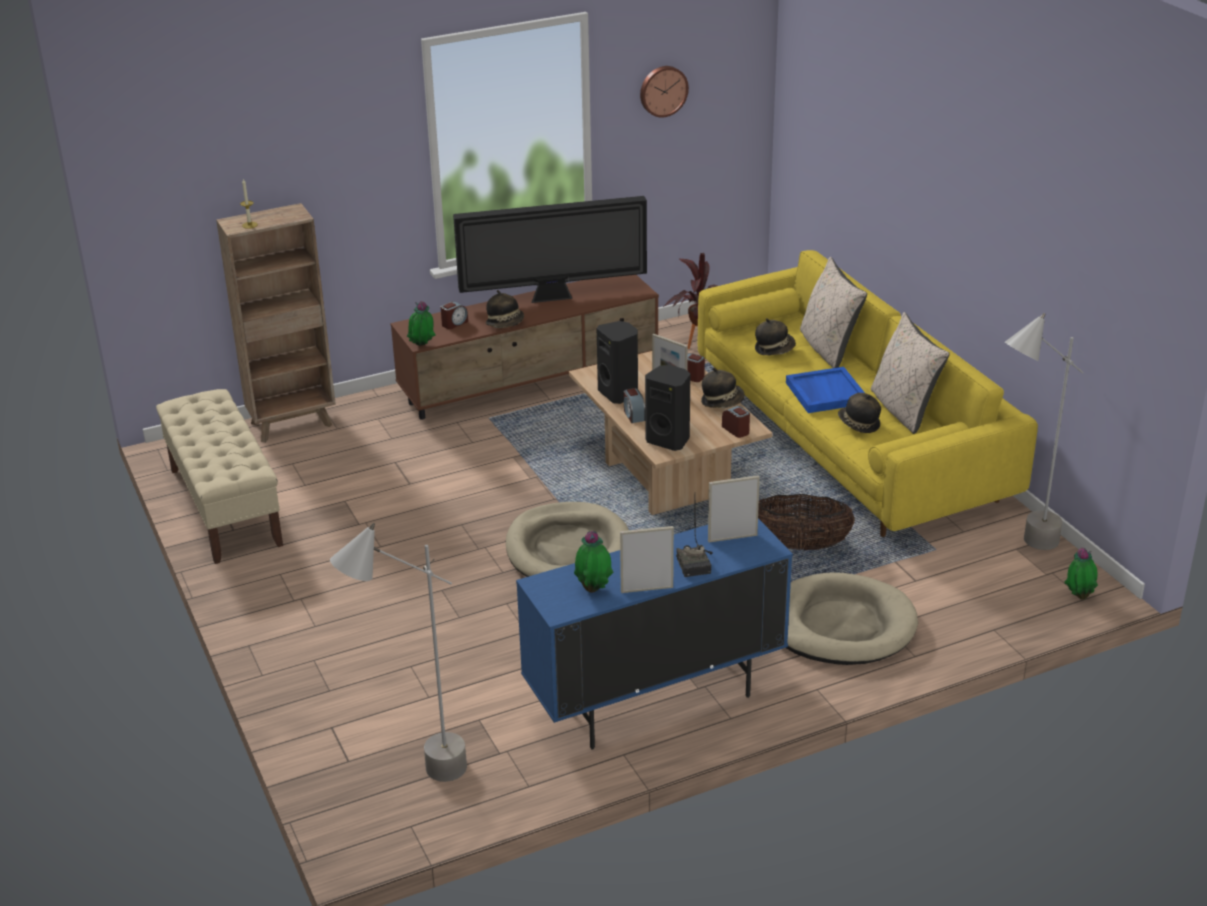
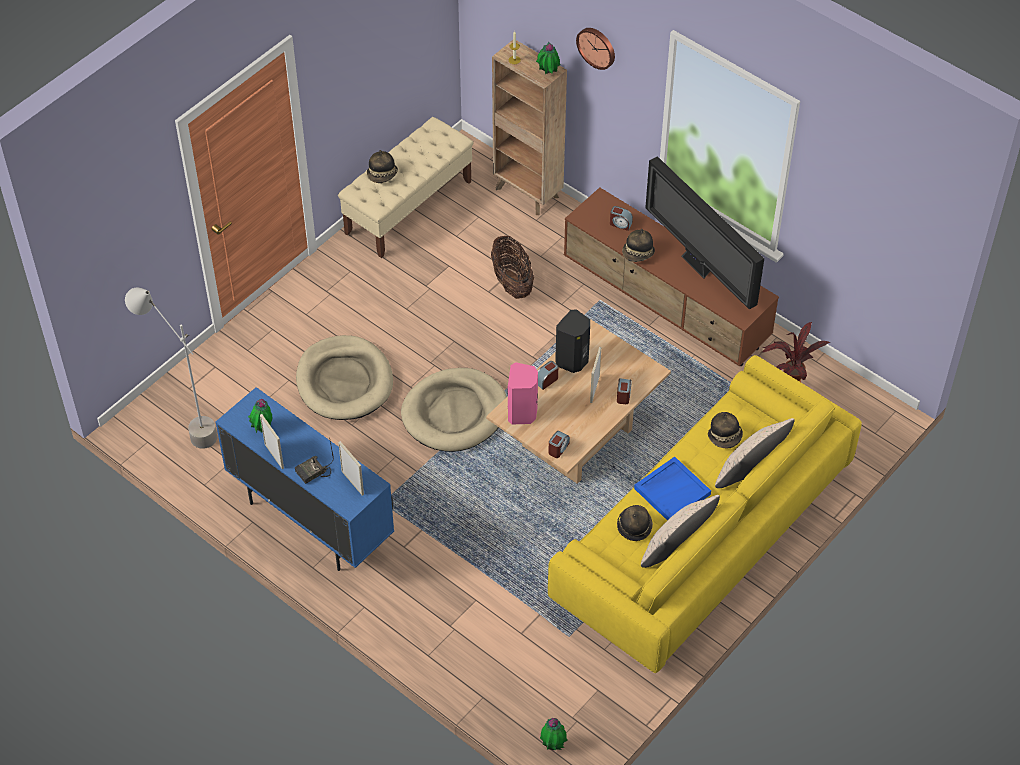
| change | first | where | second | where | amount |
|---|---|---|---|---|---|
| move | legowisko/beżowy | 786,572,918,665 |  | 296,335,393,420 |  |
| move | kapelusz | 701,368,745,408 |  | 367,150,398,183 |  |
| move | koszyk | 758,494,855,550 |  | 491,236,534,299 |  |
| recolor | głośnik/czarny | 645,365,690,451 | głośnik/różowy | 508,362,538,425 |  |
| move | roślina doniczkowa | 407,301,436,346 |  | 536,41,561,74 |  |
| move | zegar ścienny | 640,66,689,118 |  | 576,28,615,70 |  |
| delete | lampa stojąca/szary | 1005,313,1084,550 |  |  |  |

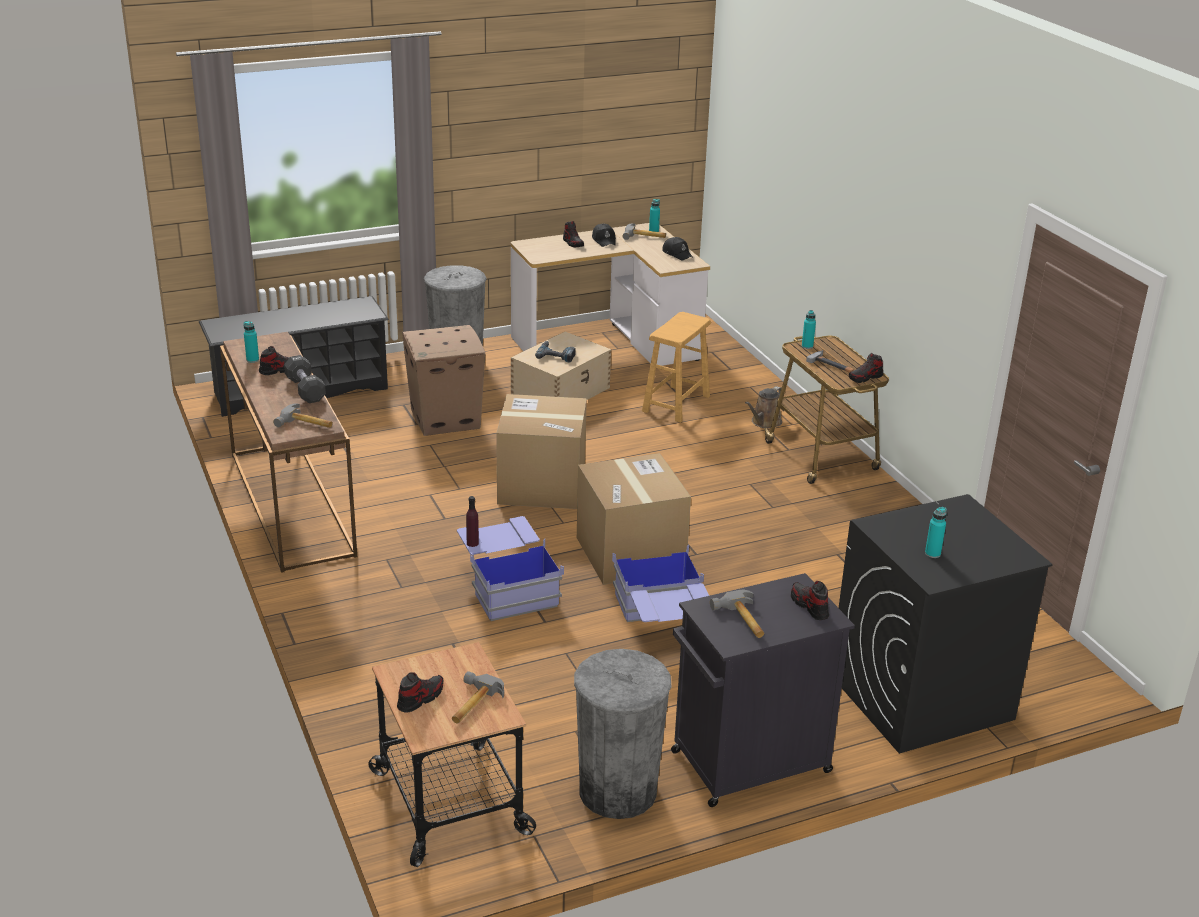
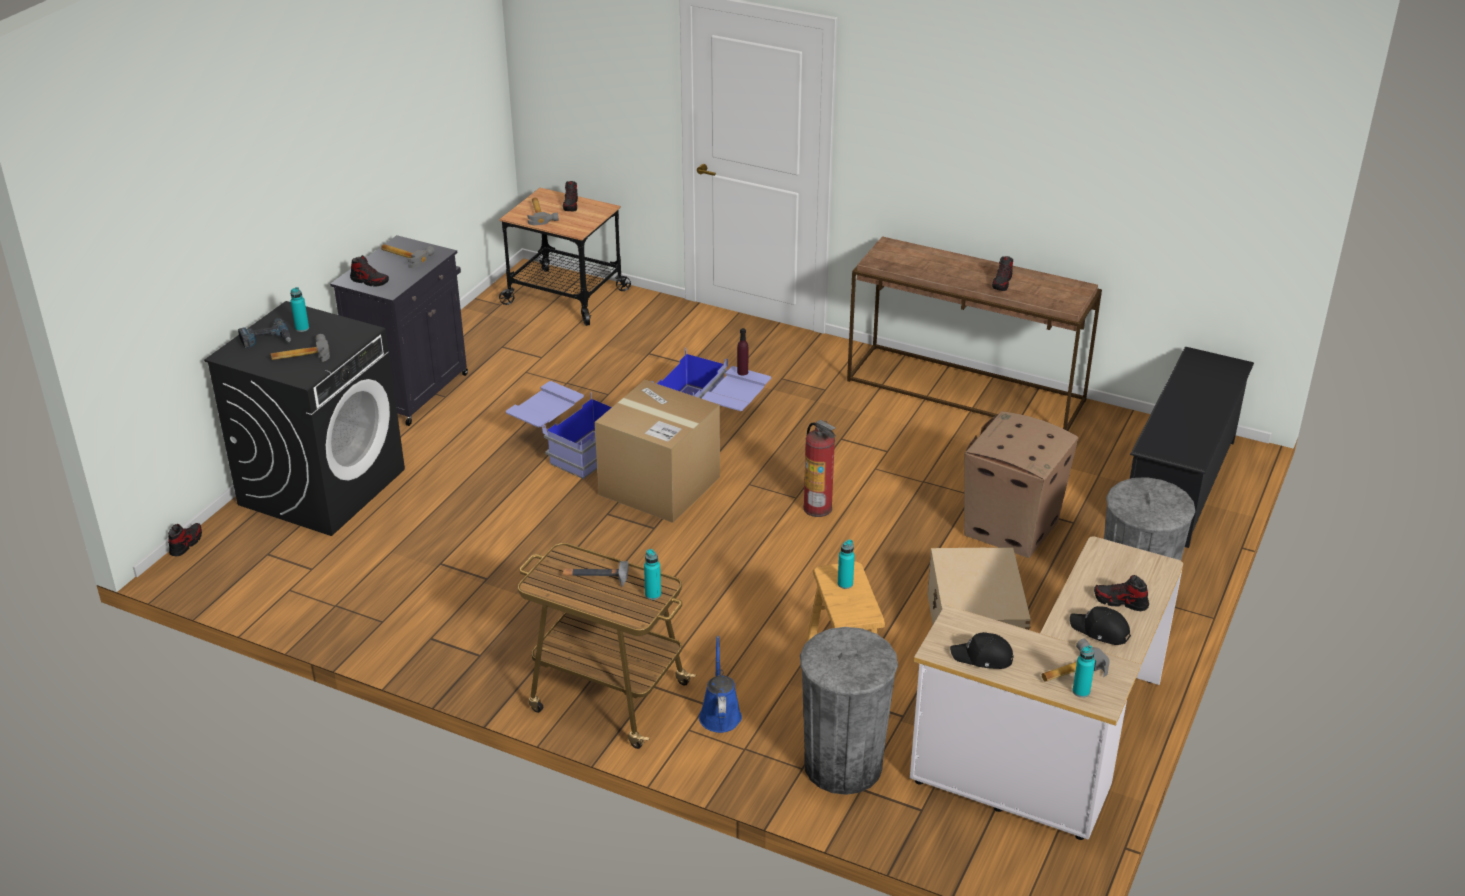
| change | first | where | second | where | amount |
|---|---|---|---|---|---|
| move | but | 849,353,883,383 |  | 168,523,202,556 |  |
| move | wiertarka | 535,341,576,362 |  | 238,318,291,348 |  |
| move | młotek | 273,403,333,428 |  | 271,334,330,362 |  |
| recolor | konewka/brązowy | 745,386,782,428 | konewka/niebieski | 699,636,742,733 |  |
| move | kosz na śmieci/szary | 574,649,671,819 |  | 800,627,898,795 |  |
| replace | karton | 496,394,587,509 | gaśnica | 803,420,836,517 |  |
| move | butelka/turkusowy | 244,321,259,363 |  | 838,540,855,589 |  |
| delete | hantel/czarny | 284,355,326,403 |  |  |  |

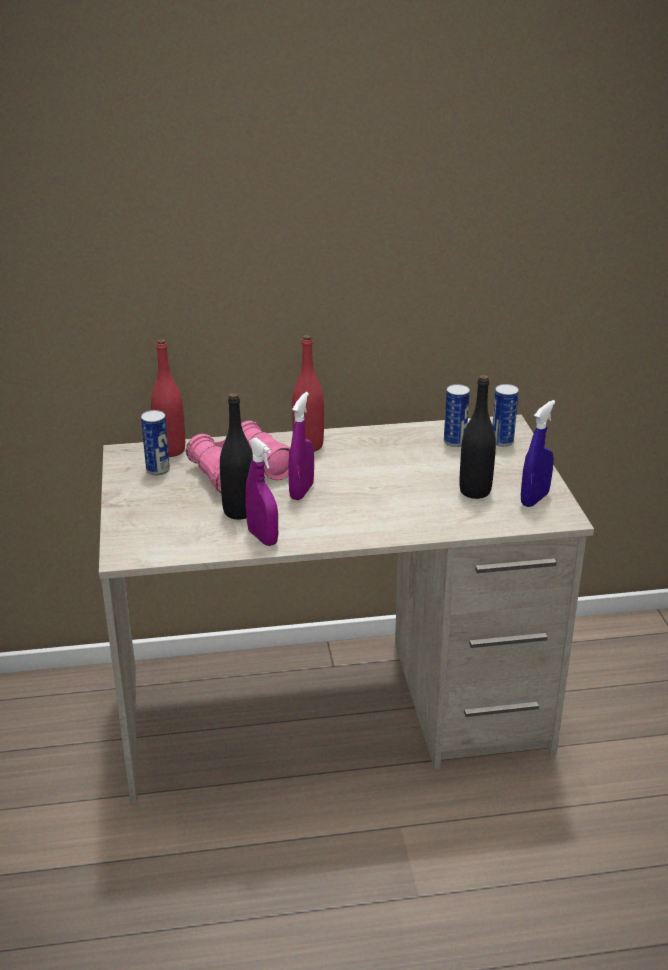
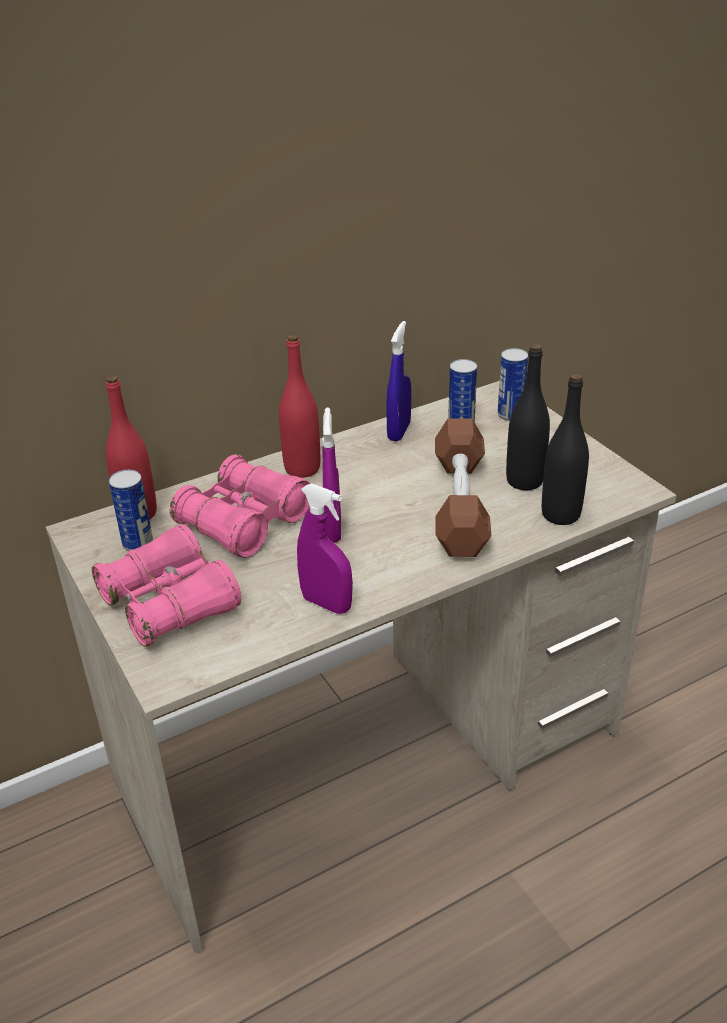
| change | first | where | second | where | amount |
|---|---|---|---|---|---|
| insert |  |  | lornetka/różowy | 92,524,241,647 |  |
| move | spryskiwacz/niebieski | 521,400,555,507 |  | 386,321,411,442 |  |
| insert |  |  | hantel/brązowy | 435,418,491,557 |  |
| move | butelka/czarny | 220,393,253,520 |  | 542,374,589,525 |  |

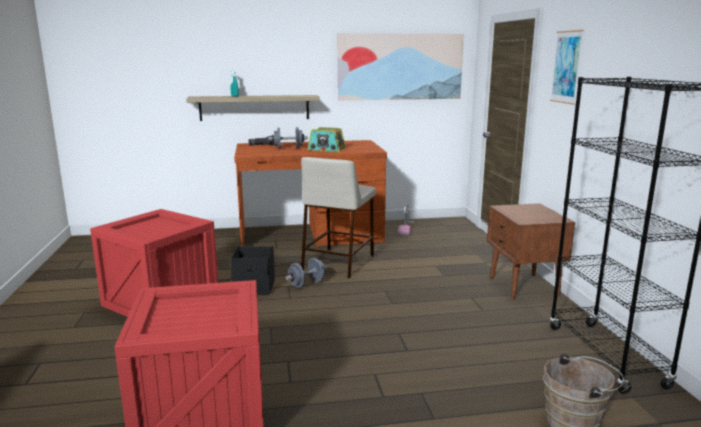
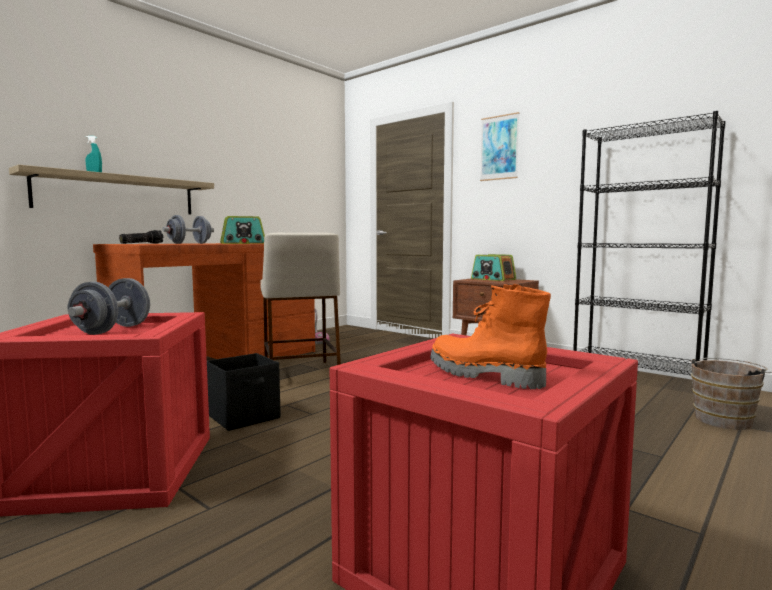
| change | first | where | second | where | amount |
|---|---|---|---|---|---|
| move | hantel/szary | 286,258,327,288 |  | 68,278,150,335 |  |
| insert |  |  | but z cholewką/pomarańczowy | 430,284,551,389 |  |
| insert |  |  | radio | 471,254,516,281 |  |
| delete | obraz | 338,33,464,100 |  |  |  |

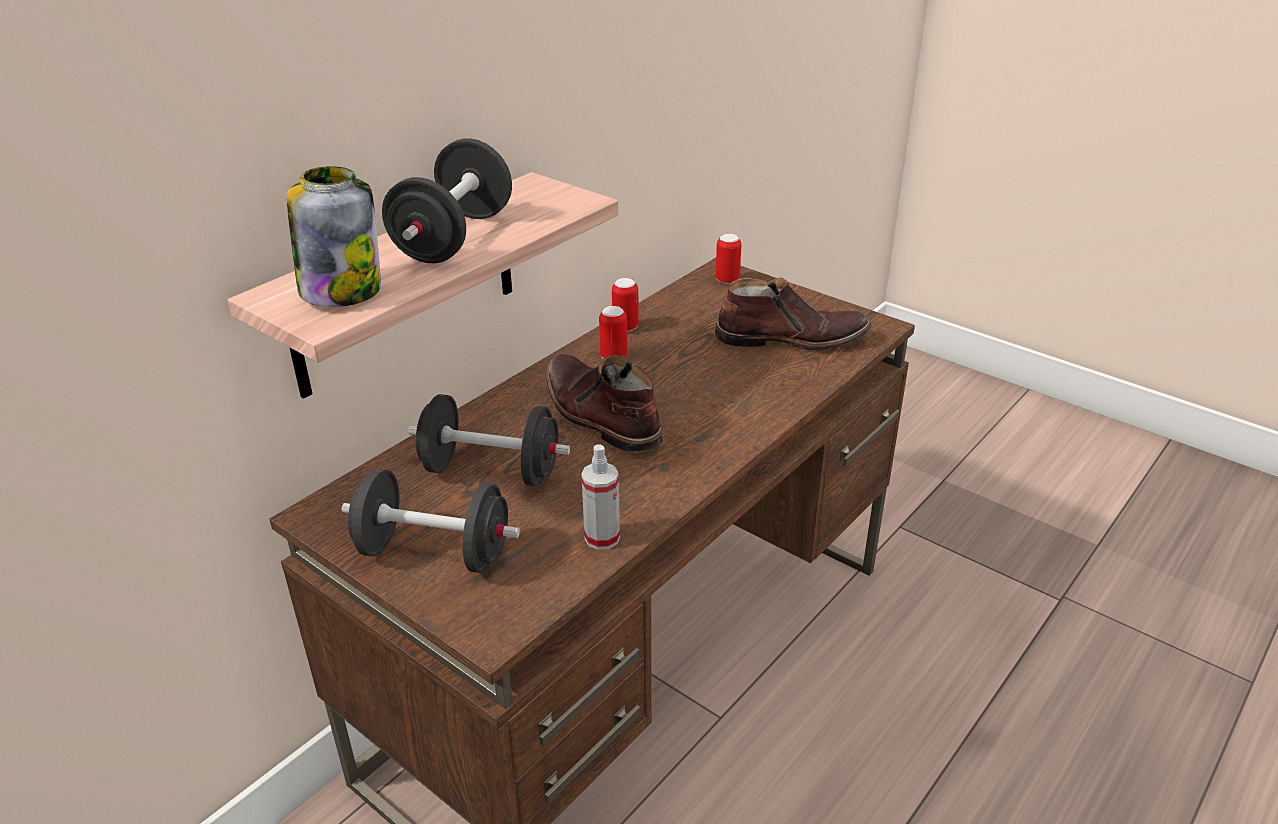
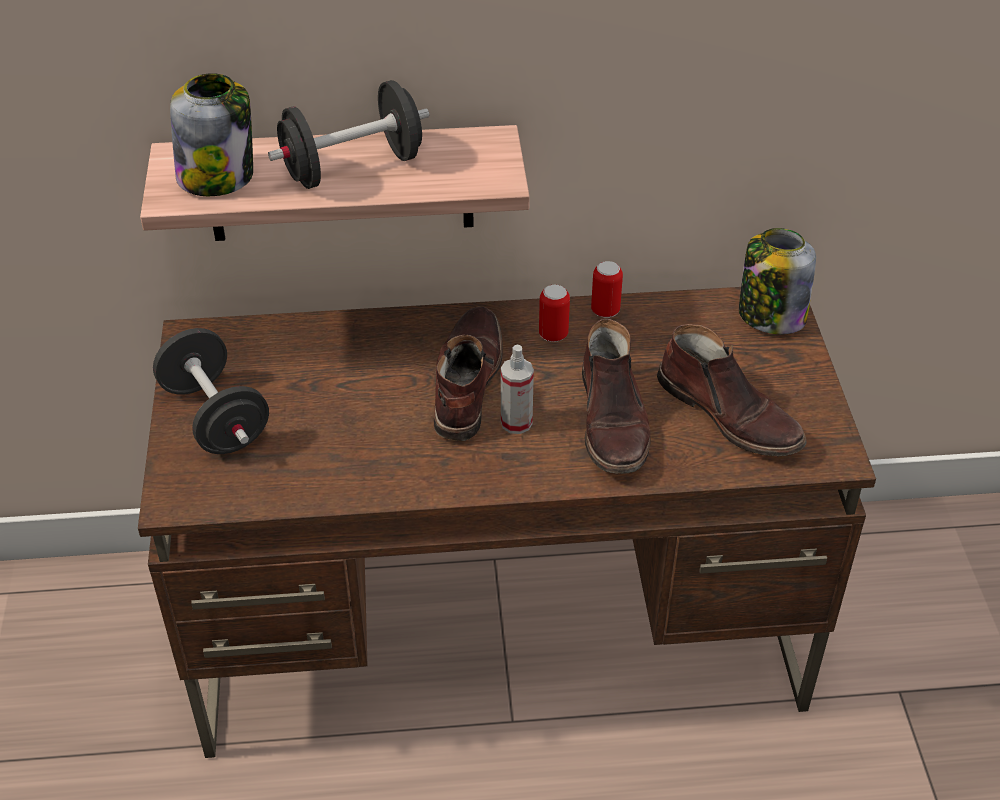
| change | first | where | second | where | amount |
|---|---|---|---|---|---|
| move | spryskiwacz | 581,444,620,550 |  | 501,345,534,434 |  |
| insert |  |  | but z cholewką/brązowy | 582,319,651,474 |  |
| replace | puszka | 716,234,741,284 | słoik | 739,228,816,335 |  |
| delete | hantel/czarny | 408,394,570,486 |  |  |  |

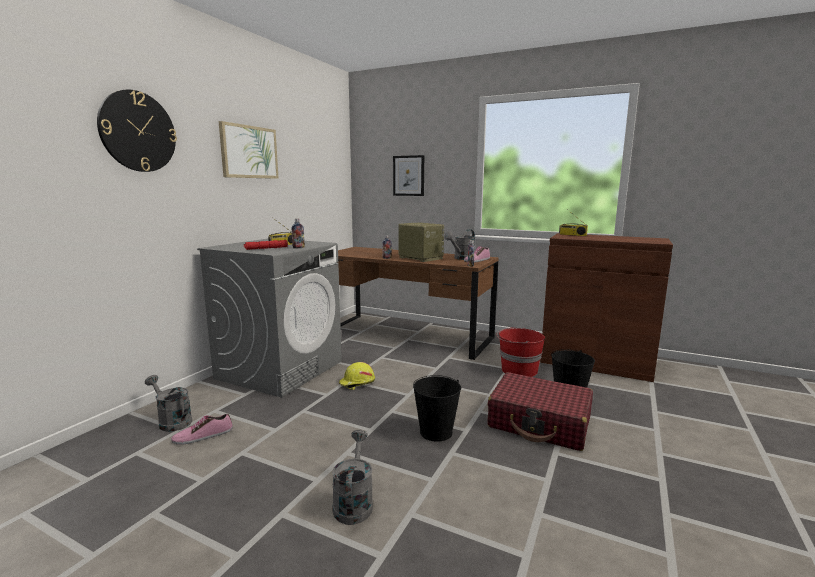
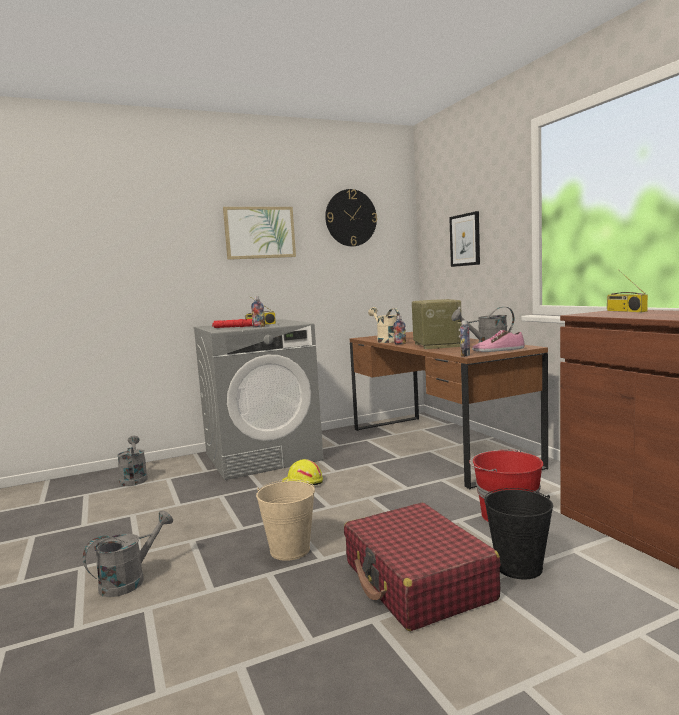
| change | first | where | second | where | amount |
|---|---|---|---|---|---|
| recolor | wiadro/czarny | 413,375,461,442 | wiadro/beżowy | 256,480,315,561 |  |
| move | zegar ścienny | 97,90,177,172 |  | 325,189,377,246 |  |
| insert |  |  | konewka/beżowy | 368,307,400,343 |  |
| delete | but | 171,414,233,445 |  |  |  |

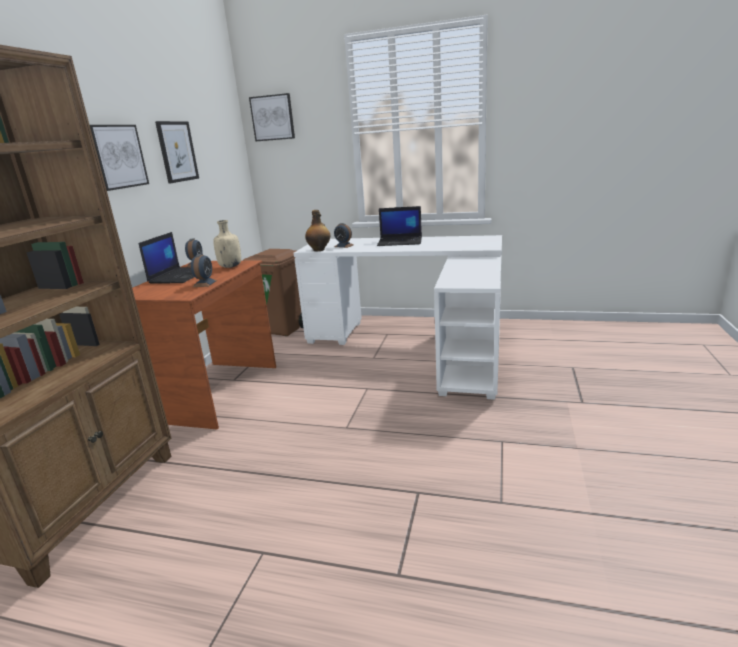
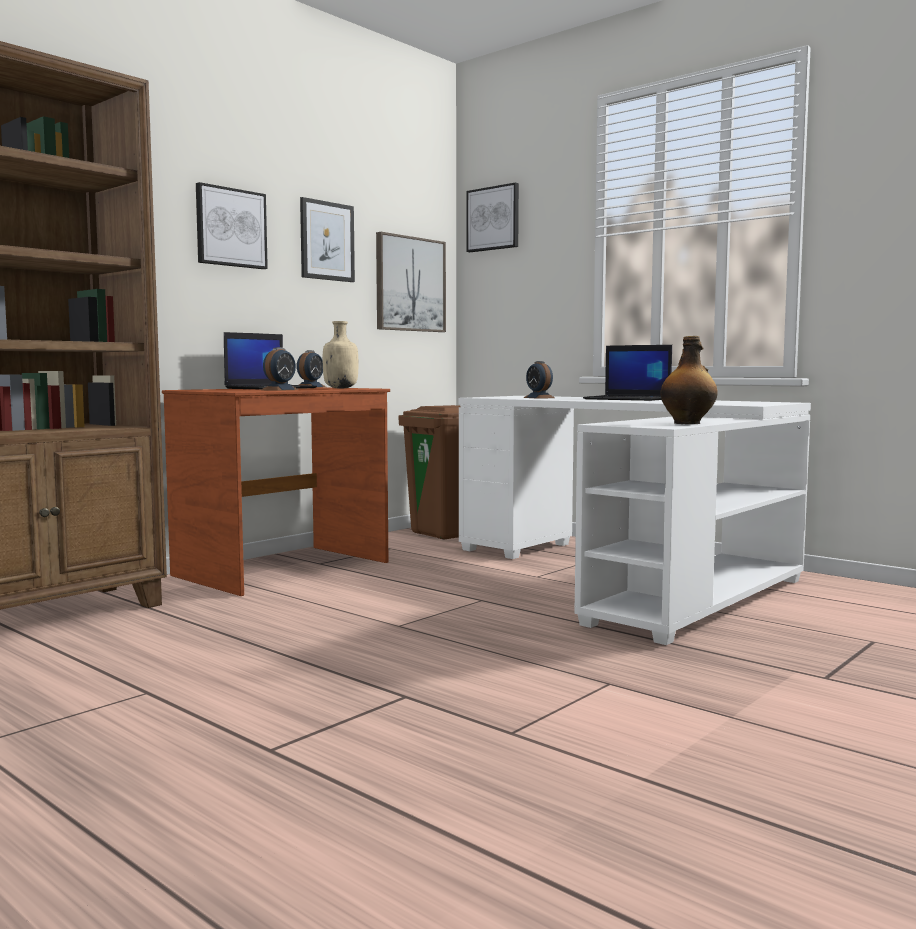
| change | first | where | second | where | amount |
|---|---|---|---|---|---|
| insert |  |  | obraz | 376,232,446,332 |  |
| move | butelka | 305,210,330,252 |  | 660,336,718,424 |  |

